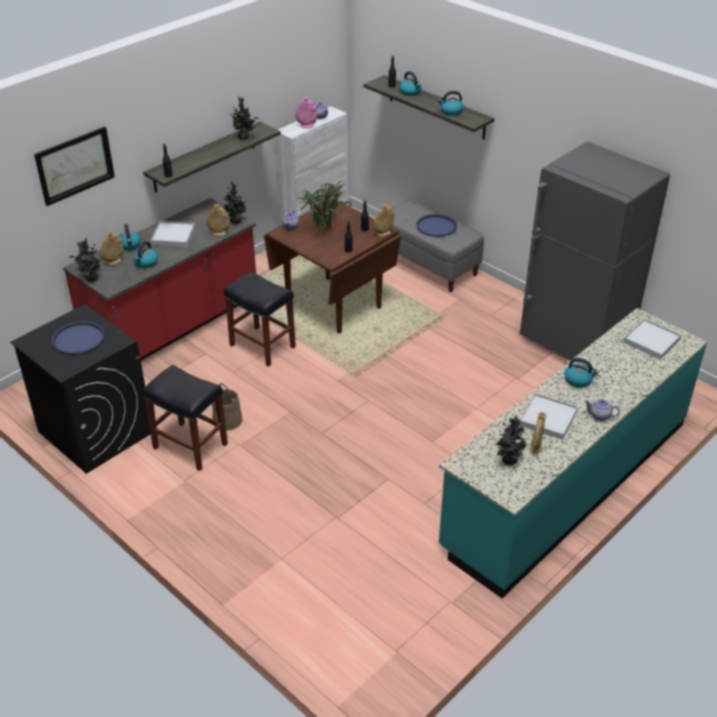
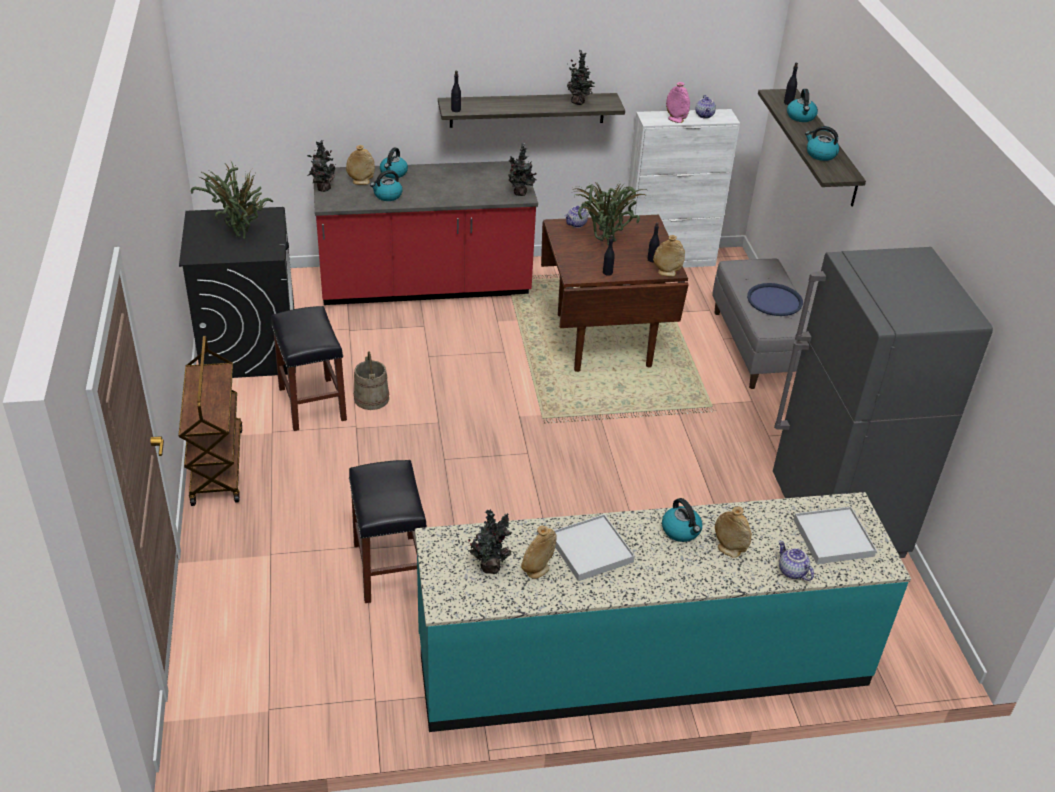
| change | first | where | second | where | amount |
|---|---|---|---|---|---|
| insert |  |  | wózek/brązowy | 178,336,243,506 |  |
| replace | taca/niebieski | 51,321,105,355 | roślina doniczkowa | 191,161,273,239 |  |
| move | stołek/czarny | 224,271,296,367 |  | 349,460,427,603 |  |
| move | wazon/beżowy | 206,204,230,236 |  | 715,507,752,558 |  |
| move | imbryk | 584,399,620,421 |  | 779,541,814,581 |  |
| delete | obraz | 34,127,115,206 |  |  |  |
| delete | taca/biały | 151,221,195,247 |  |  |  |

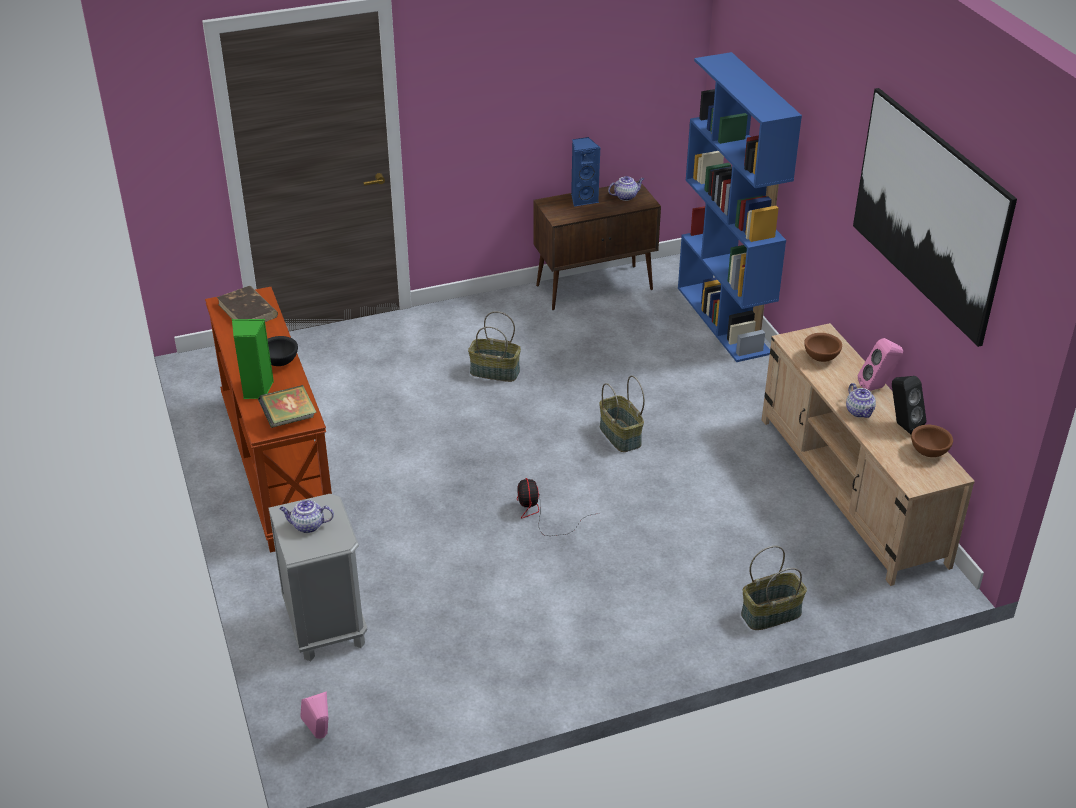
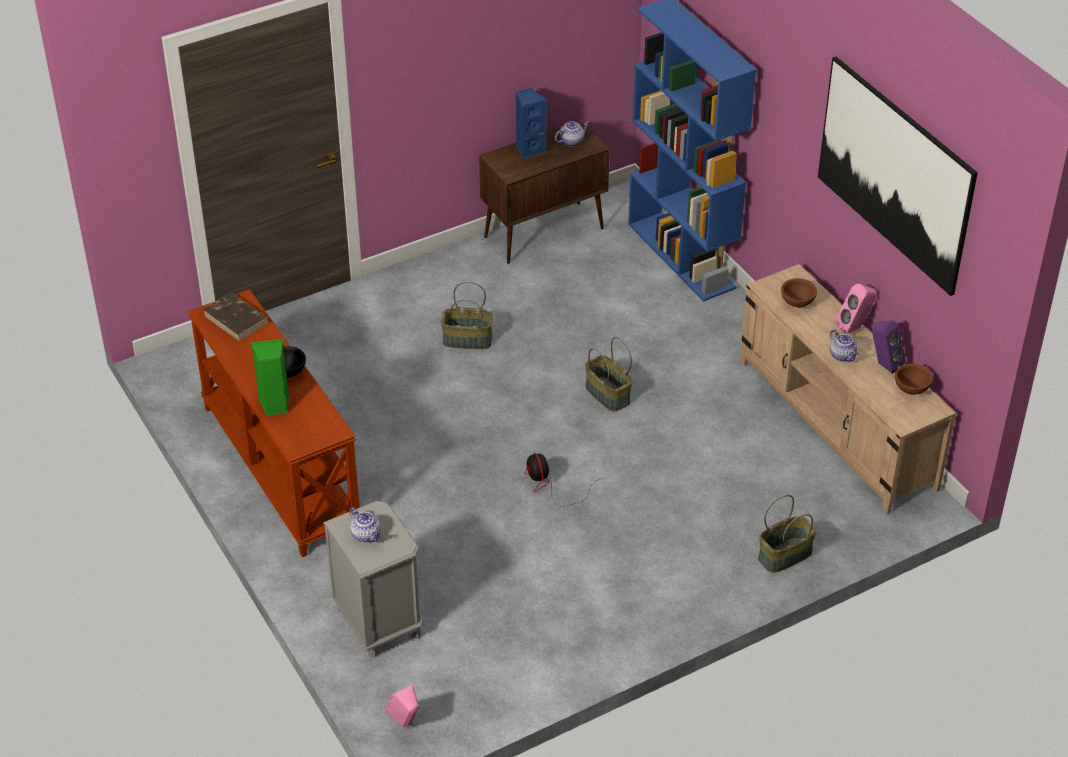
| change | first | where | second | where | amount |
|---|---|---|---|---|---|
| rotate | imbryk | 279,499,334,533 |  | 350,508,381,542 | 120 degrees counterclockwise |
| recolor | głośnik/czarny | 892,376,927,434 | głośnik/fioletowy | 871,320,905,374 |  |
| delete | książka | 258,385,317,428 |  |  |  |

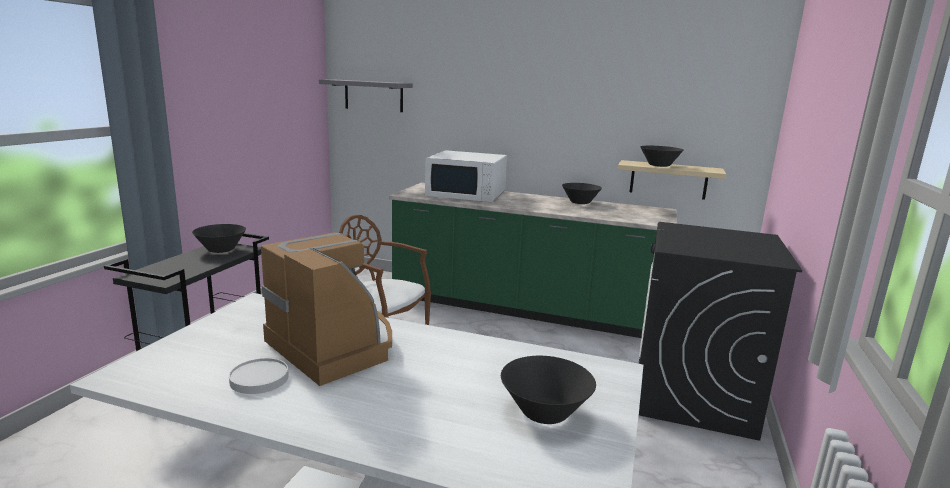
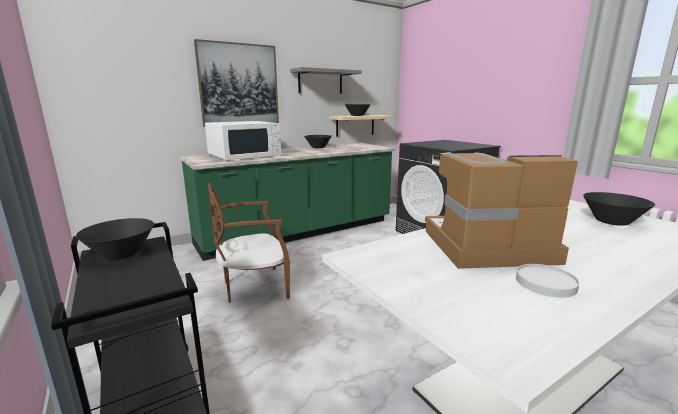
| change | first | where | second | where | amount |
|---|---|---|---|---|---|
| insert |  |  | obraz | 194,39,279,127 |  |
| move | półka/szary | 319,79,413,112 |  | 290,67,362,94 |  |

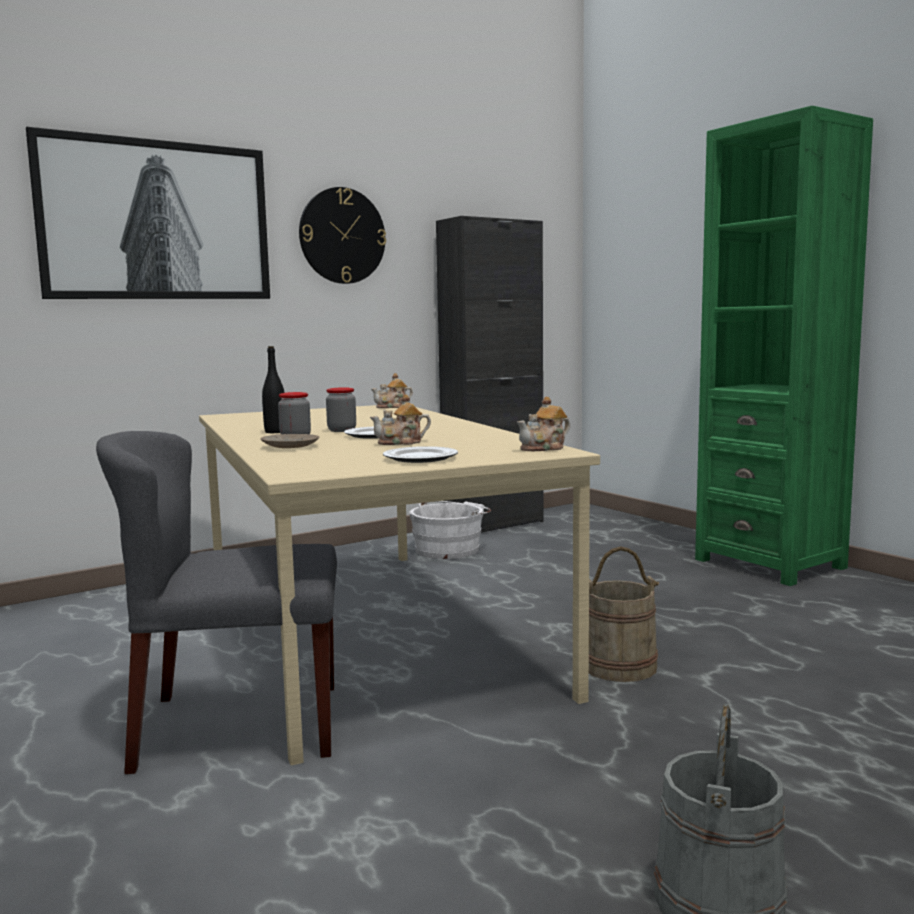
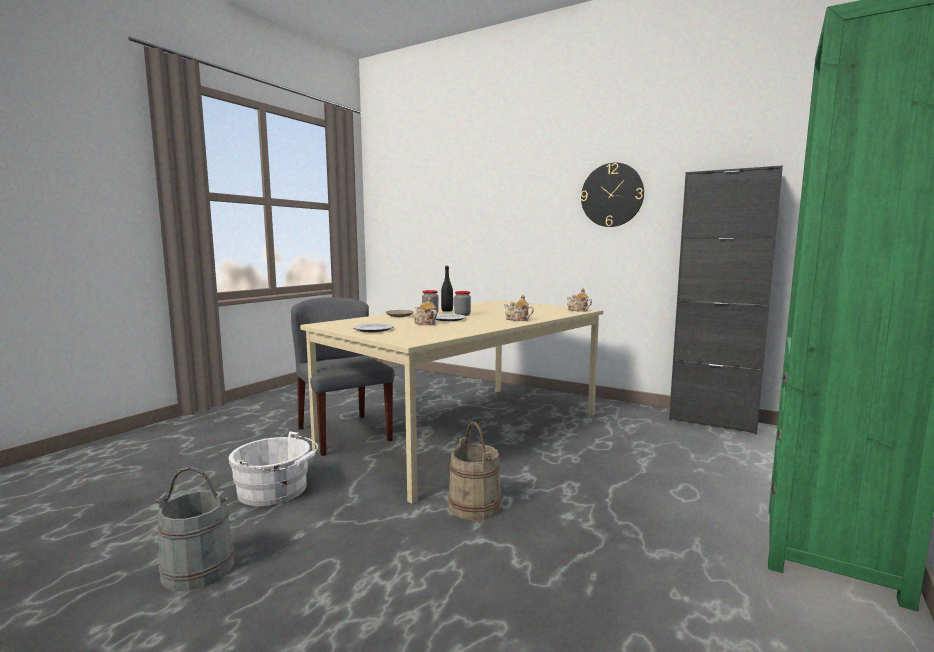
| change | first | where | second | where | amount |
|---|---|---|---|---|---|
| move | wiadro/biały | 409,501,491,559 |  | 229,431,318,506 |  |
| move | imbryk | 517,397,570,451 |  | 504,295,534,321 |  |
| delete | obraz | 26,127,270,299 |  |  |  |

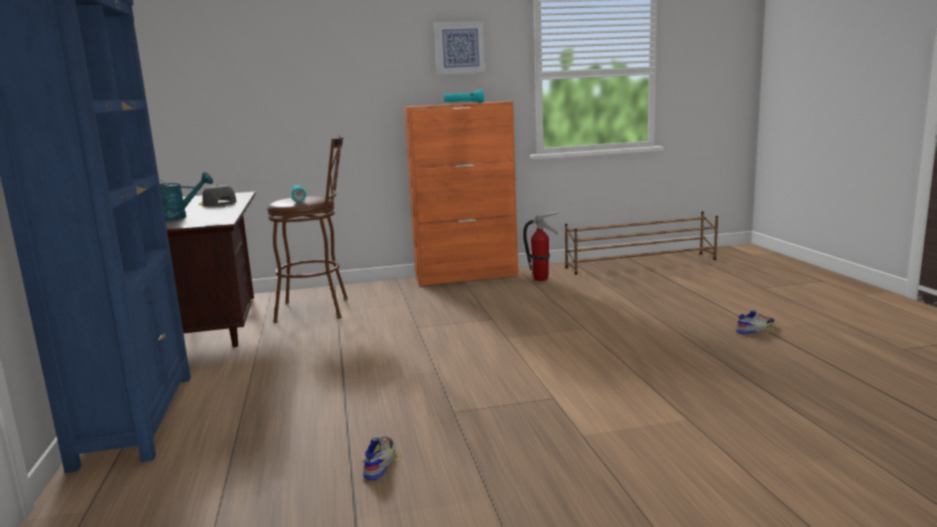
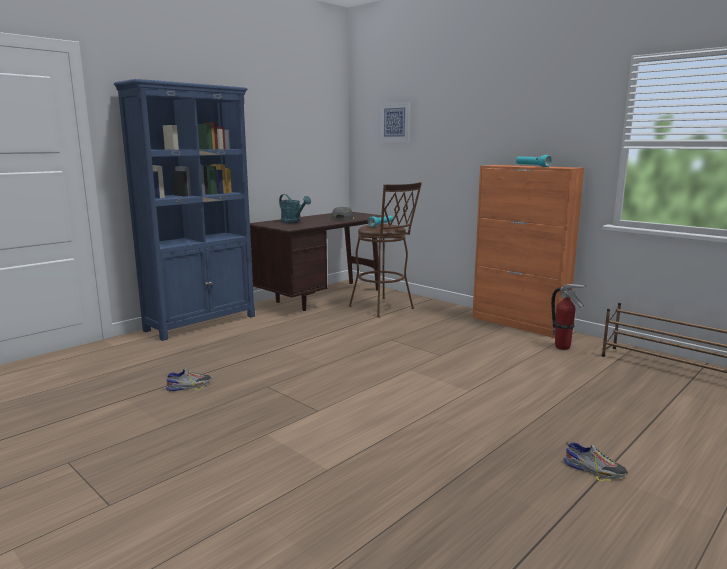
| change | first | where | second | where | amount |
|---|---|---|---|---|---|
| move | obraz | 434,21,486,75 |  | 380,102,410,142 |  |

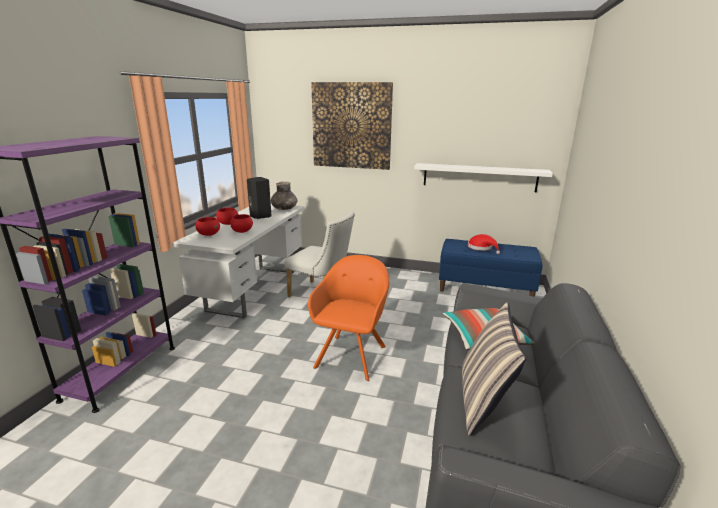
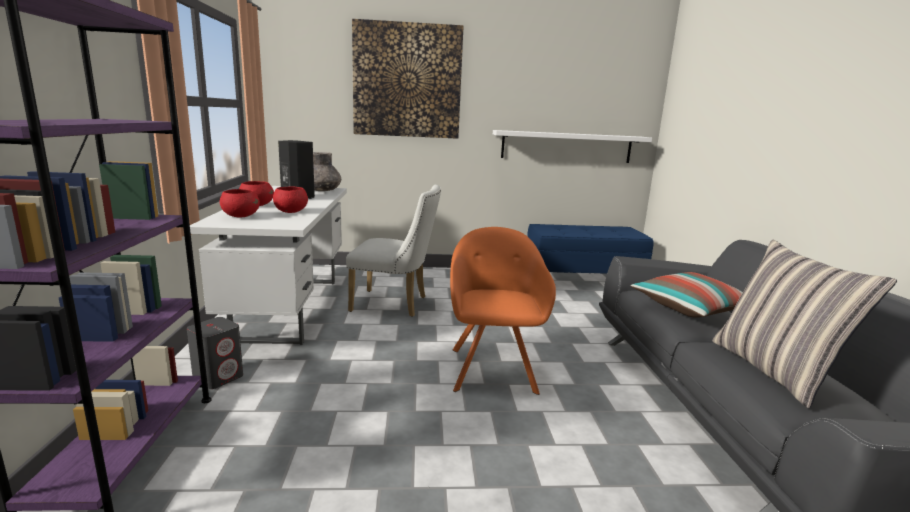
| change | first | where | second | where | amount |
|---|---|---|---|---|---|
| insert |  |  | głośnik/szary | 187,317,243,389 |  |
| delete | kapelusz/czerwony | 468,234,500,254 |  |  |  |

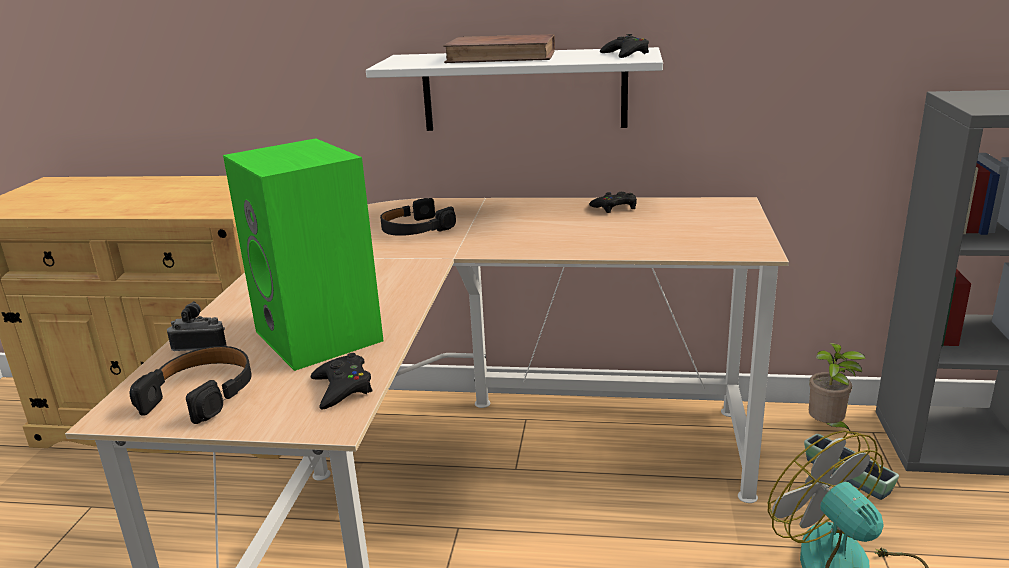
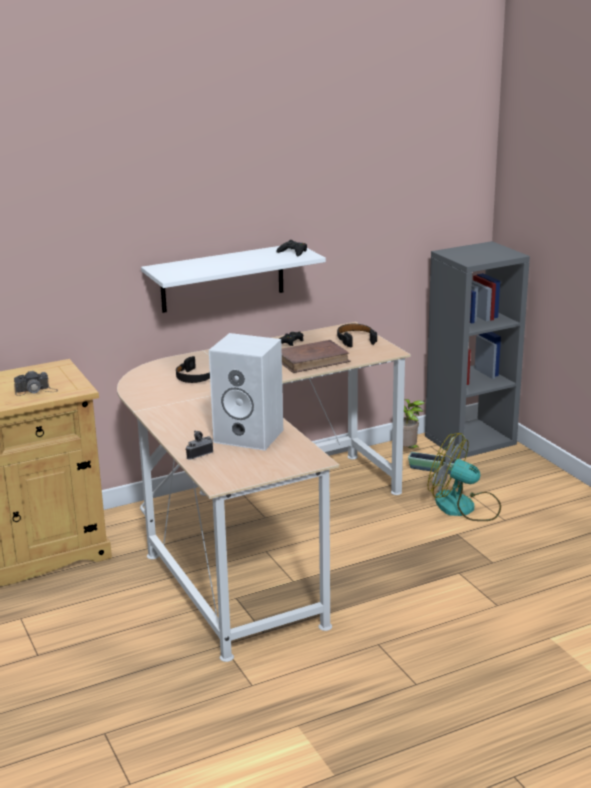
| change | first | where | second | where | amount |
|---|---|---|---|---|---|
| insert |  |  | aparat fotograficzny | 14,371,58,396 |  |
| recolor | głośnik/zielony | 223,138,383,371 | głośnik/biały | 209,333,283,451 |  |
| move | książka/brązowy | 443,34,555,63 |  | 282,340,351,373 |  |
| move | słuchawki/czarny | 130,346,252,424 |  | 337,324,377,347 |  |
| delete | pad do gier/czarny | 311,353,373,409 |  |  |  |

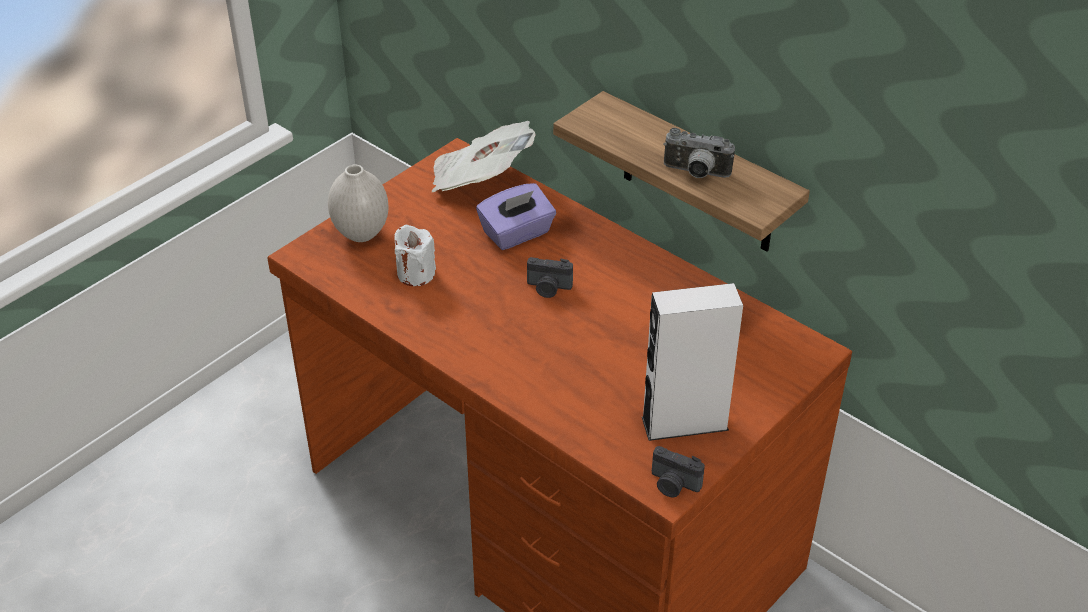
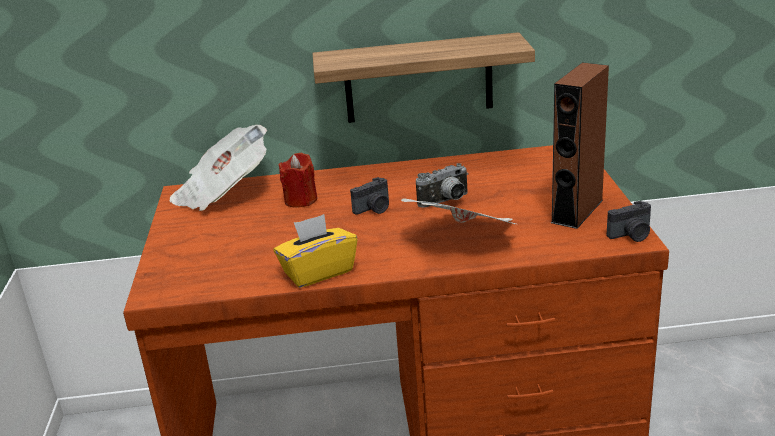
| change | first | where | second | where | amount |
|---|---|---|---|---|---|
| insert |  |  | pudełko chusteczek/żółty | 273,214,358,288 |  |
| replace | pudełko chusteczek/fioletowy | 476,183,556,250 | świeca/czerwony | 279,153,317,208 |  |
| insert |  |  | gazeta | 401,199,516,224 |  |
| move | aparat fotograficzny | 663,128,735,178 |  | 416,163,468,208 |  |
| recolor | głośnik/biały | 642,283,743,441 | głośnik/brązowy | 551,62,609,229 |  |
| delete | wazon/biały | 328,164,389,242 |  |  |  |
| delete | świeca/biały | 395,225,436,286 |  |  |  |

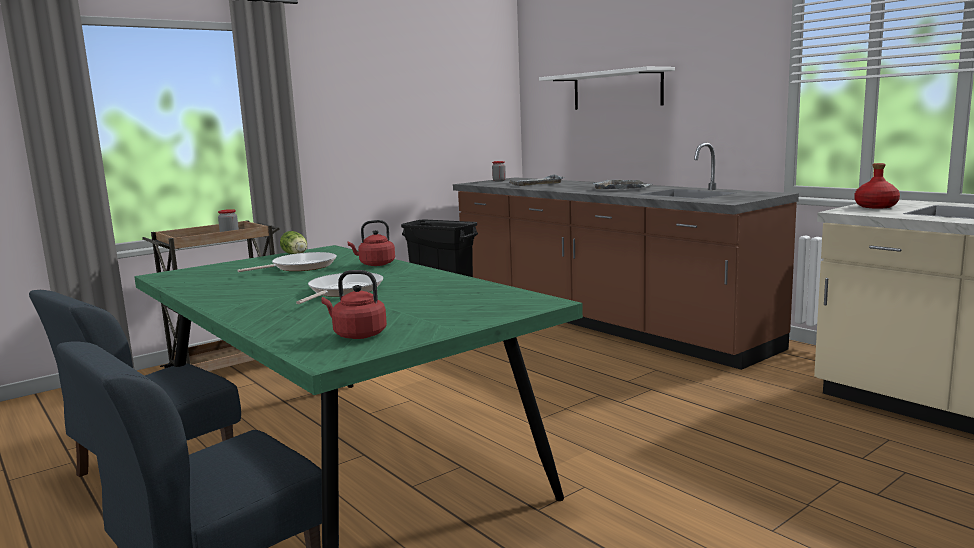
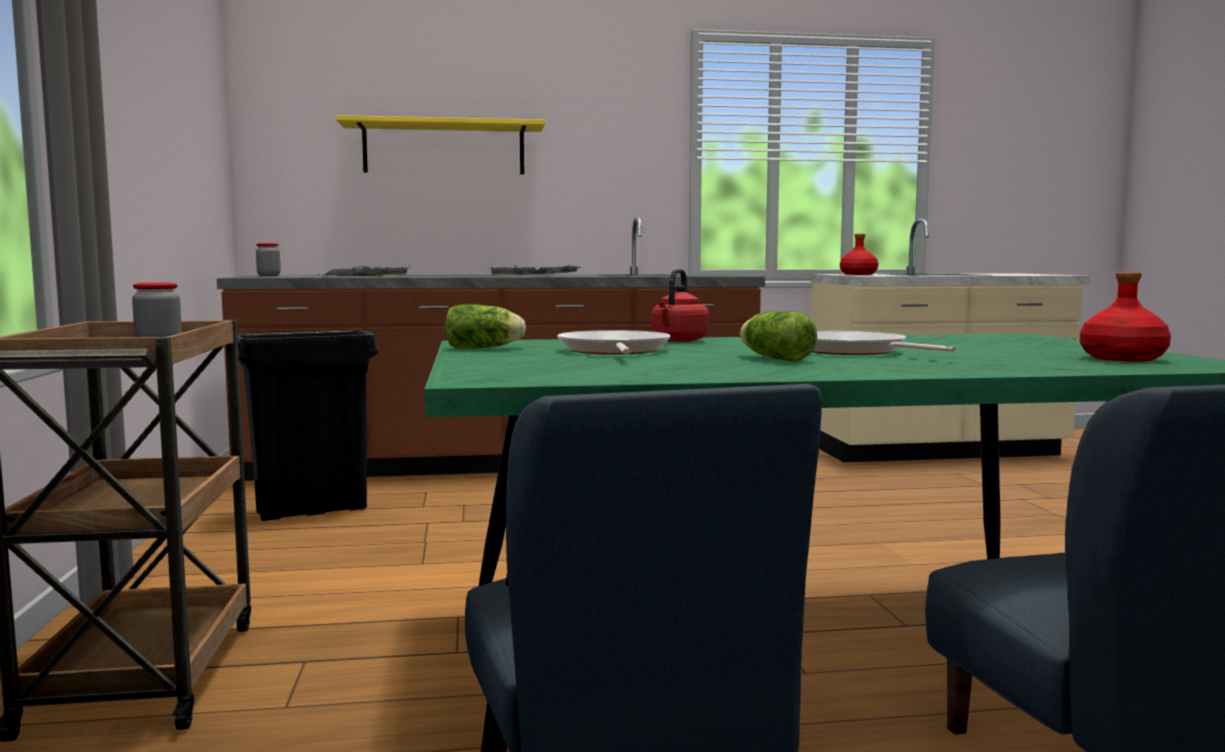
| change | first | where | second | where | amount |
|---|---|---|---|---|---|
| recolor | półka/biały | 539,67,675,110 | półka/żółty | 336,115,545,174 |  |
| insert |  |  | sałata | 740,311,817,362 |  |
| replace | czajnik/czerwony | 321,270,387,339 | butelka/czerwony | 1080,272,1171,361 |  |

